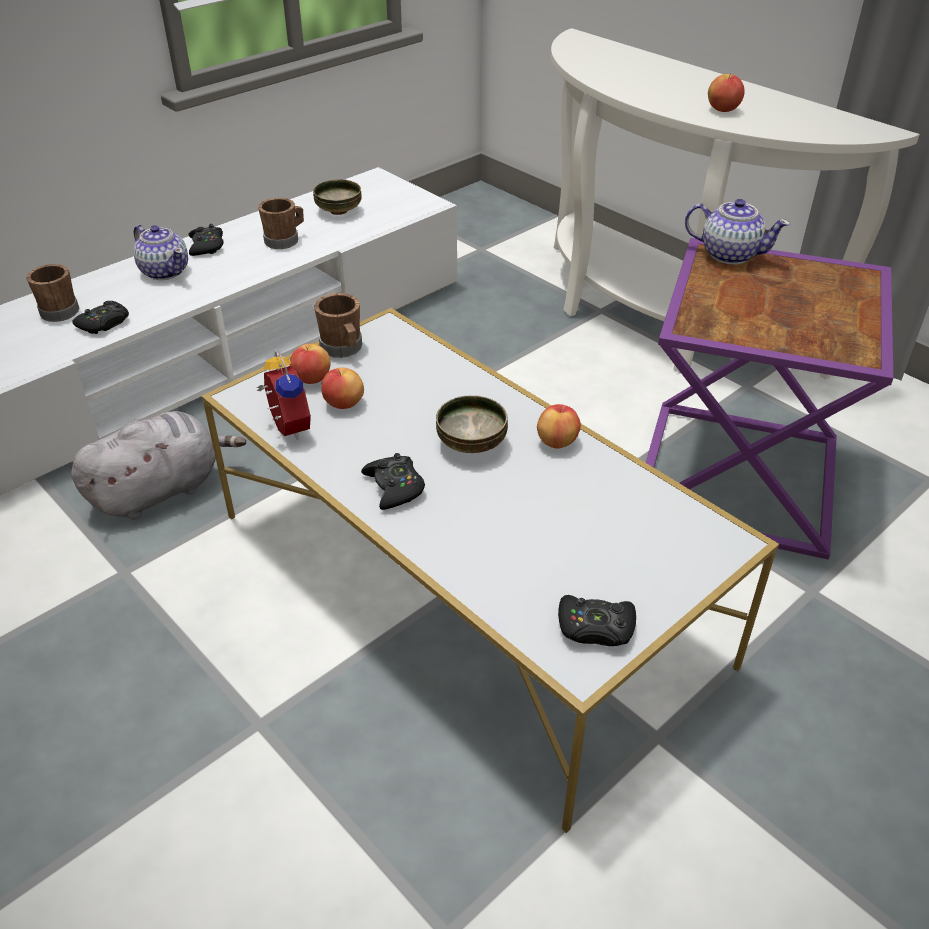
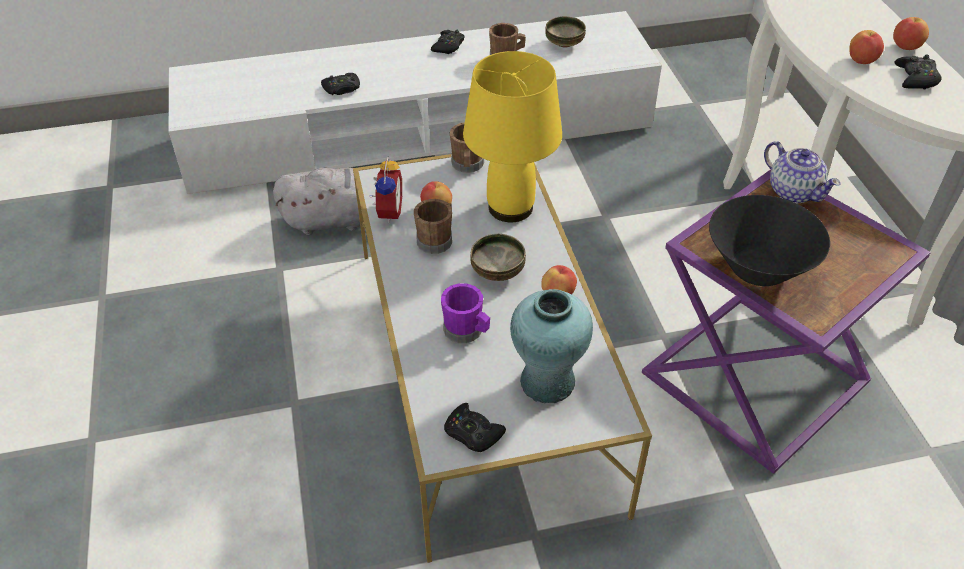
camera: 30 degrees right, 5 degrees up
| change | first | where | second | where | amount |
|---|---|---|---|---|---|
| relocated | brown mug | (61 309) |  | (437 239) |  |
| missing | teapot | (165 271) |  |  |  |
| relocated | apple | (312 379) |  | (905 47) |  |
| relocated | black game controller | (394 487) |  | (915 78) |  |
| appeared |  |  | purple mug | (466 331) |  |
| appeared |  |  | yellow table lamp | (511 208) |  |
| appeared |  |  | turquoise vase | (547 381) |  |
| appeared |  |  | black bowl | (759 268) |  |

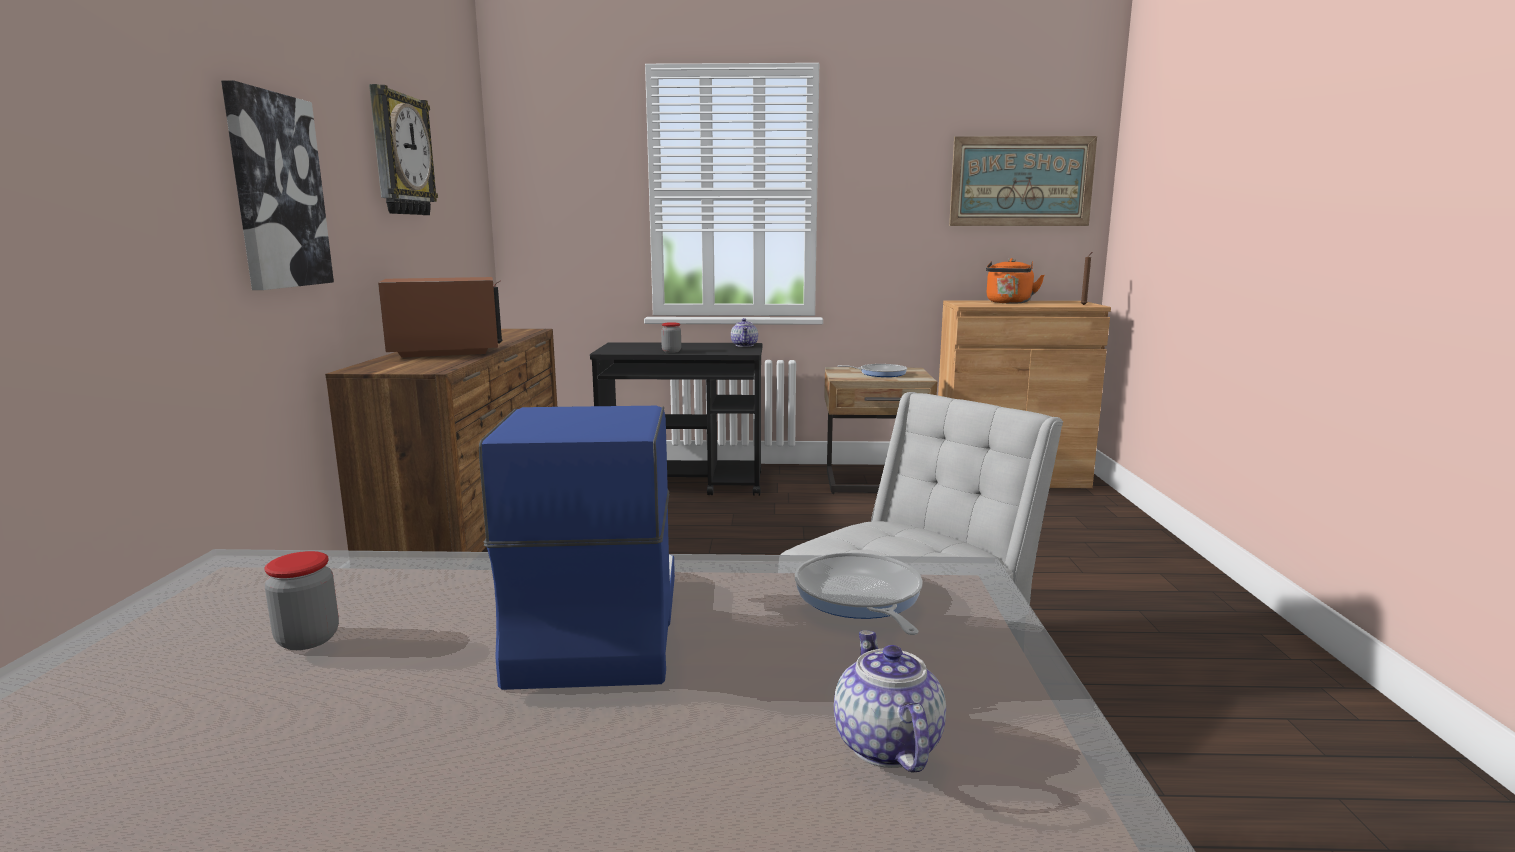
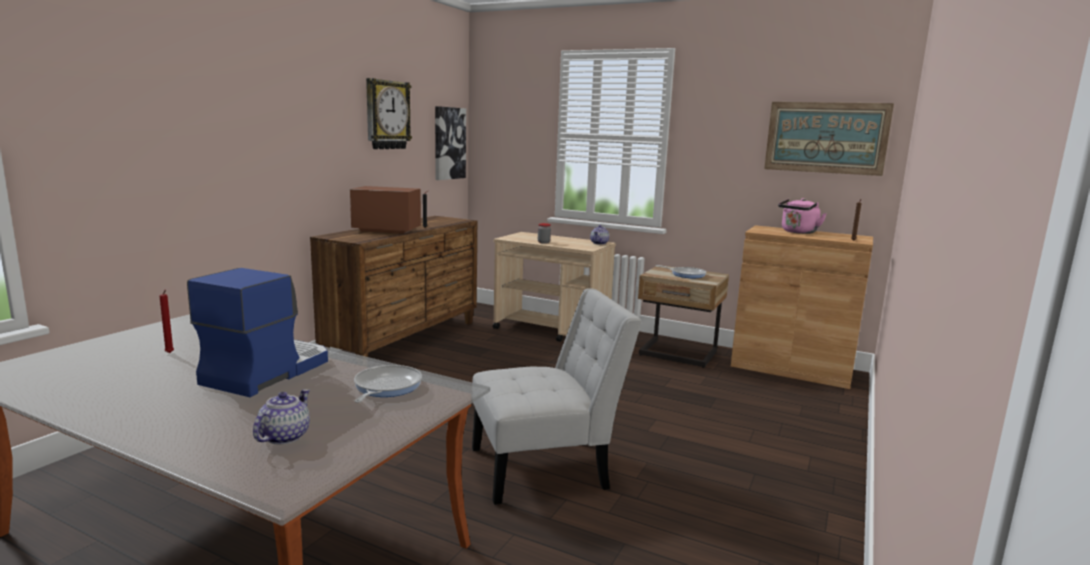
camera: 25 degrees right, 0 degrees up
| change | first | where | second | where | amount |
|---|---|---|---|---|---|
| relocated | picture | (277 191) |  | (449 143) |  |
| exchanged | jar | (308 639) | red candle | (170 353) |  |
| colour | black cart | (684 483) | beige cart | (552 331) |  |
| colour | orange kettle | (1009 302) | pink kettle | (798 232) |  |

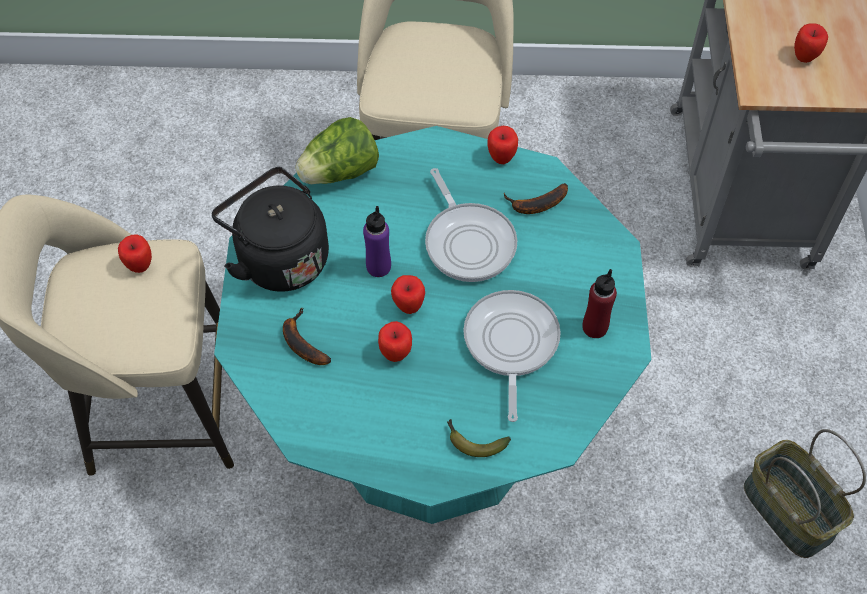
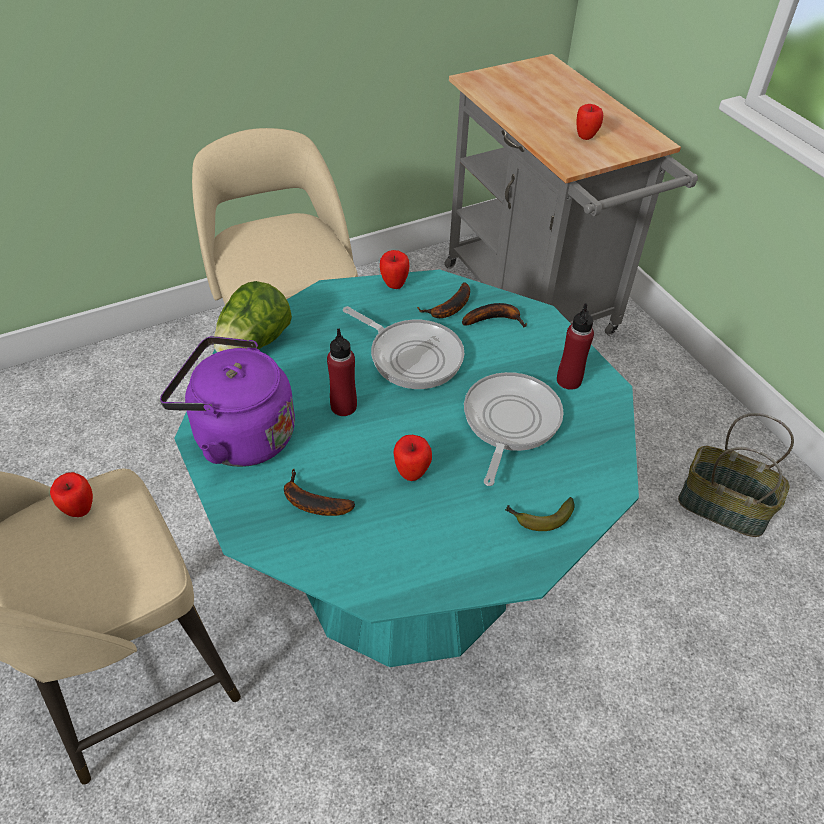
camera: 30 degrees left, 10 degrees down
| change | first | where | second | where | amount |
|---|---|---|---|---|---|
| colour | black kettle | (279 257) | purple kettle | (238 435) |  |
| colour | purple bottle | (378 267) | red bottle | (343 406) |  |
| missing | apple | (408 307) |  |  |  |
| spun | frying pan | (510 344) |  | (509 422) | 45 degrees clockwise |
| appeared |  |  | banana | (494 319) |  |

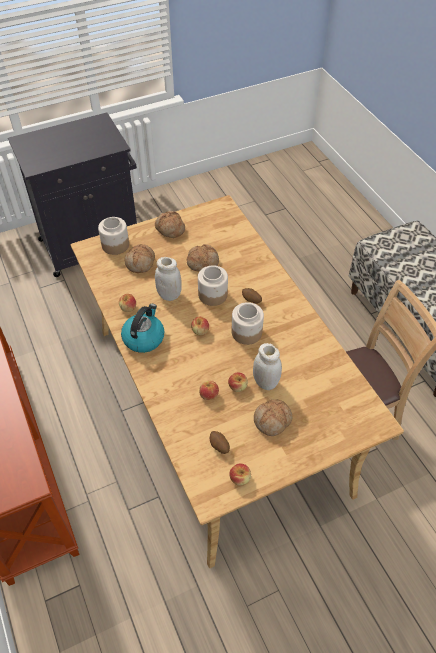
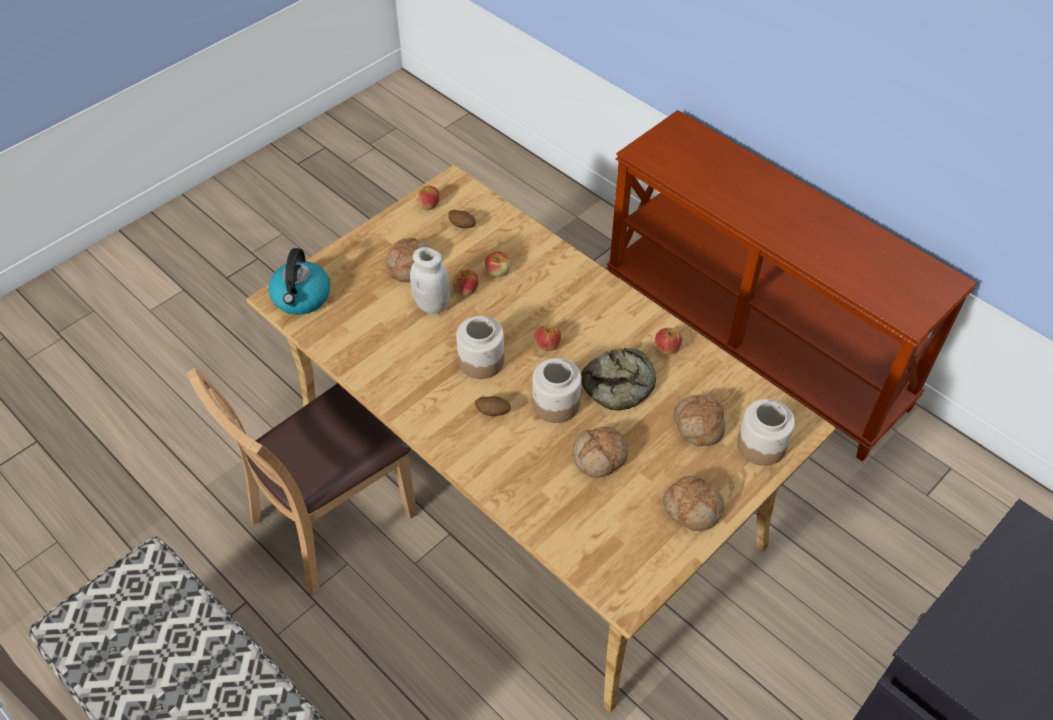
camera: 160 degrees right, 0 degrees up
| change | first | where | second | where | amount |
|---|---|---|---|---|---|
| relocated | kettle | (144 338) |  | (302 298) |  |
| exchanged | white jar | (169 295) | bread | (620 384) |  |

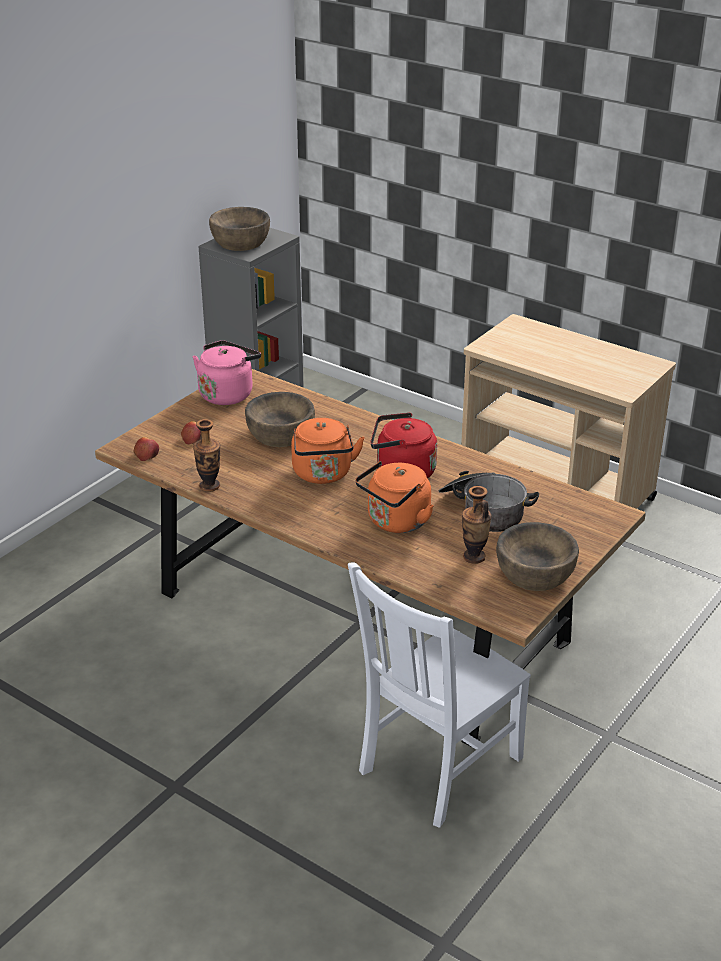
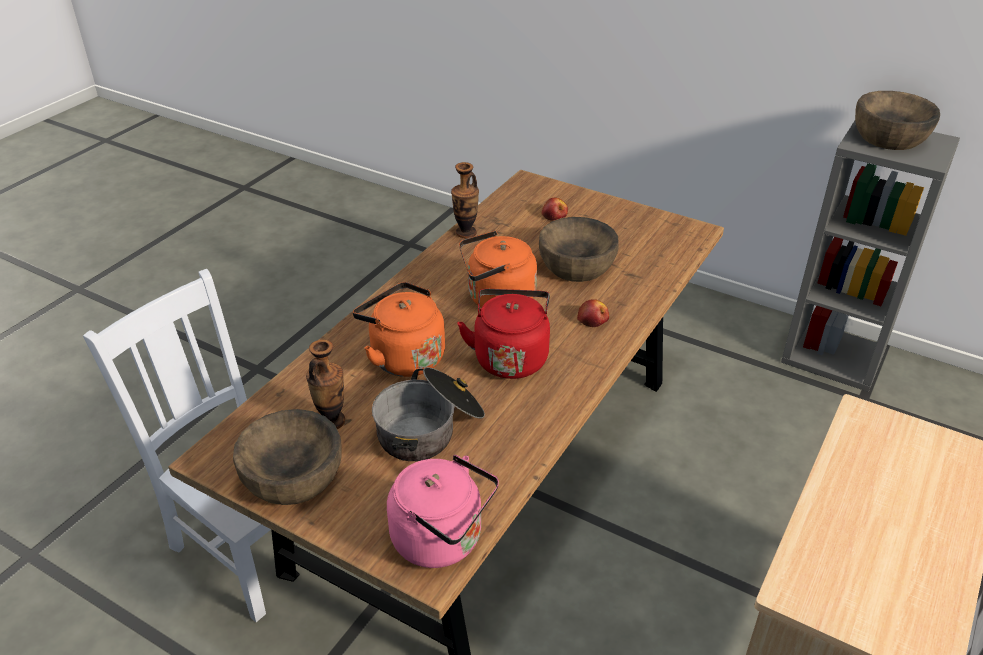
camera: 85 degrees right, 5 degrees up
| change | first | where | second | where | amount |
|---|---|---|---|---|---|
| relocated | apple | (146 454) |  | (593 319) |  |
| relocated | pink kettle | (228 394) |  | (443 540) |  |

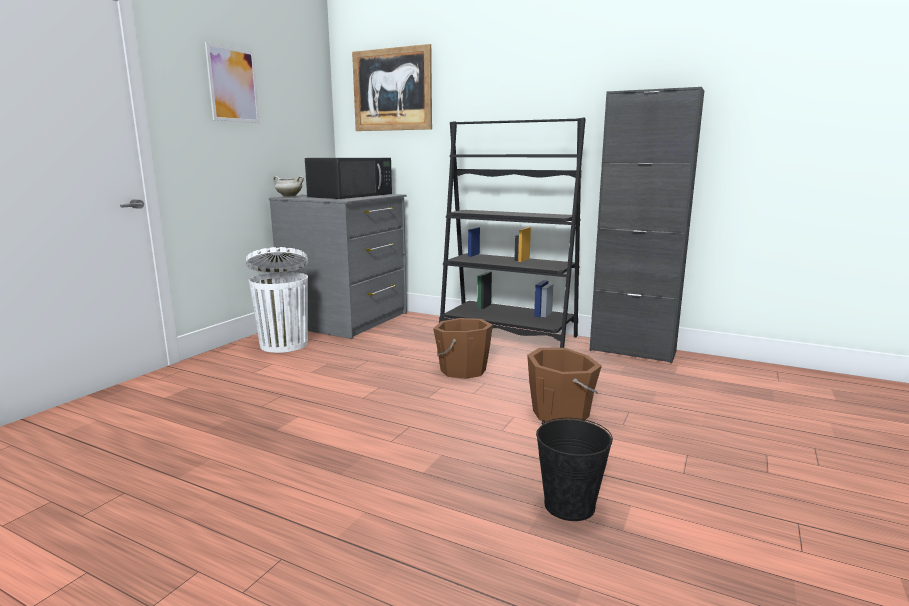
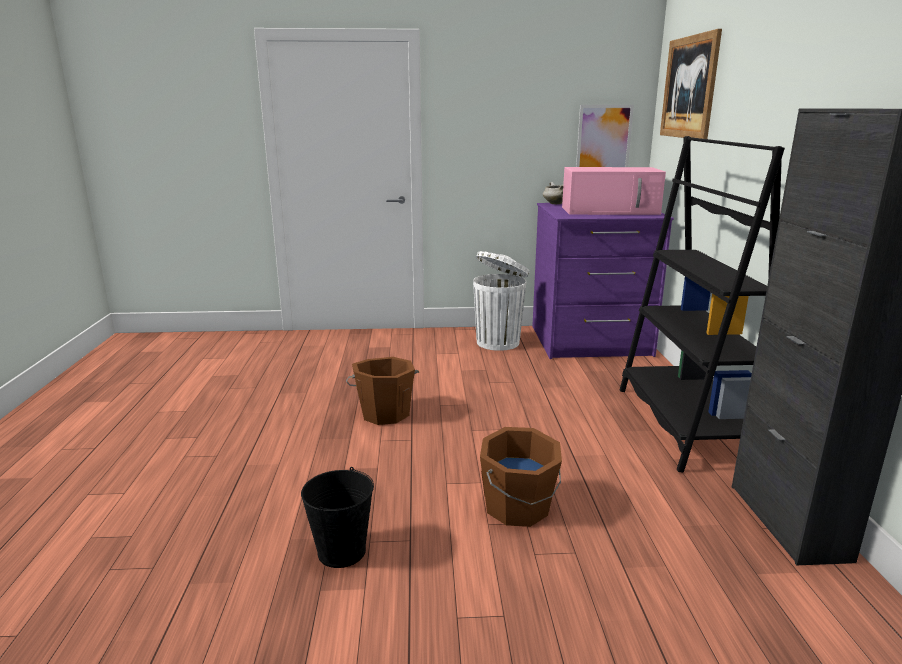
camera: 60 degrees right, 5 degrees up
| change | first | where | second | where | amount |
|---|---|---|---|---|---|
| relocated | picture | (233 85) |  | (604 138) |  |
| colour | grey dresser | (347 320) | purple dresser | (590 341) |  |
| colour | black microwave | (352 195) | pink microwave | (611 210) |  |
| relocated | brown bucket | (462 370) |  | (385 412) |  |

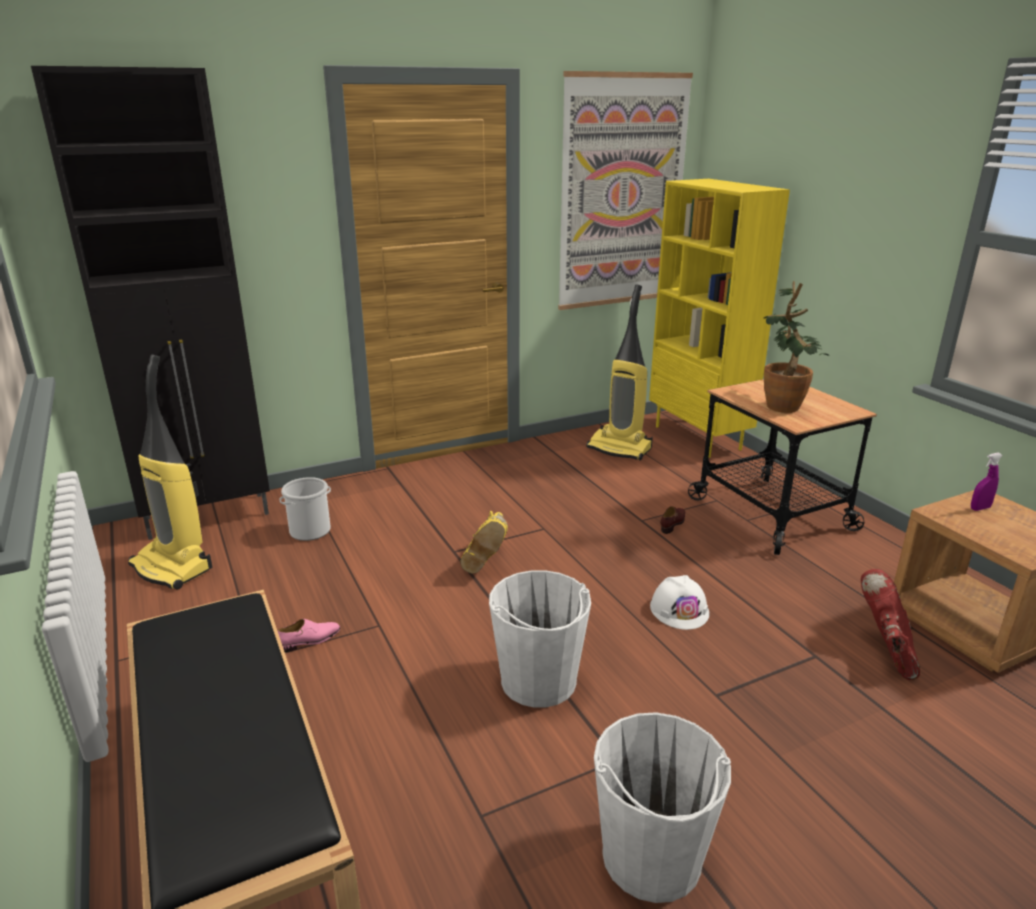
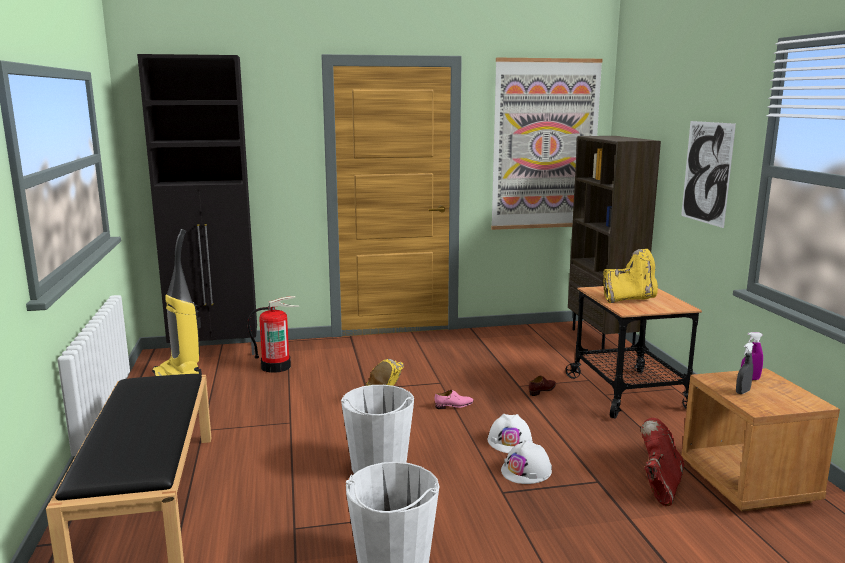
camera: 15 degrees right, 10 degrees down
| change | first | where | second | where | amount |
|---|---|---|---|---|---|
| relocated | pink shoe | (310 640) |  | (454 405) |  |
| exchanged | bucket | (310 530) | fire extinguisher | (276 366) |  |
| missing | vacuum cleaner | (620 448) |  |  |  |
| colour | yellow bookcase | (699 438) | brown bookcase | (603 339) |  |
| exchanged | potted plant | (784 404) | yellow boot | (629 299) |  |
| appeared |  |  | white hard hat | (526 471) |  |
| appeared |  |  | picture | (706 172) |  |
| appeared |  |  | grey spray bottle | (742 392) |  |

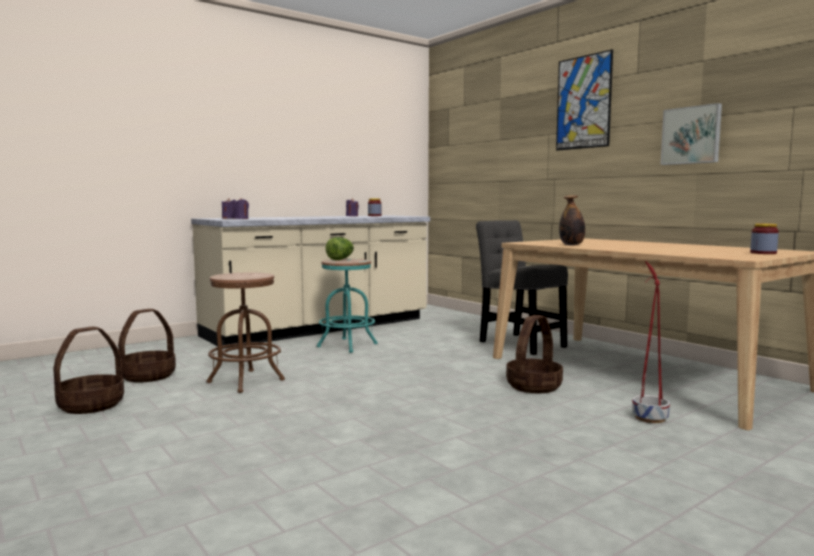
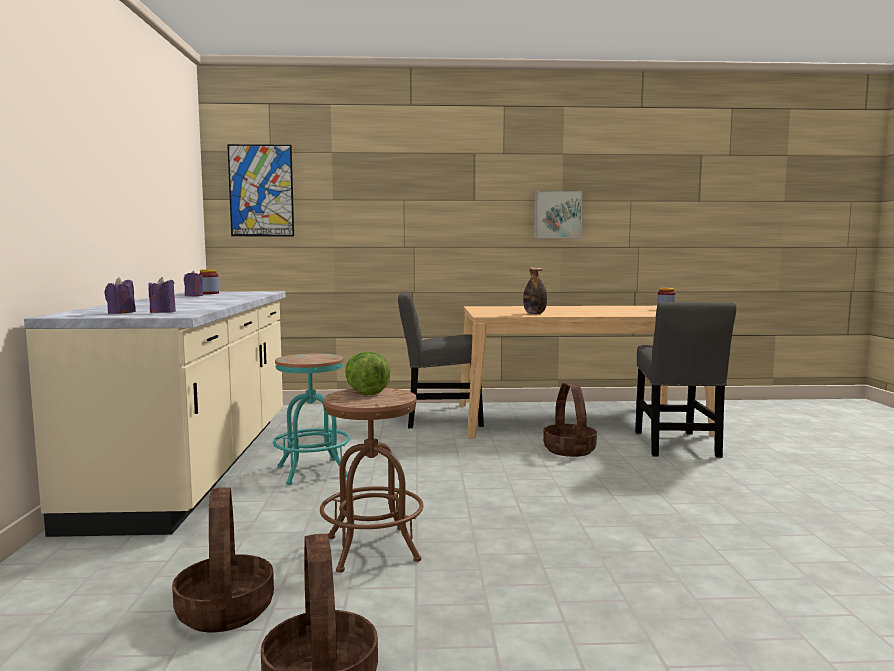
camera: 55 degrees left, 0 degrees up
| change | first | where | second | where | amount |
|---|---|---|---|---|---|
| relocated | lettuce | (341 259) |  | (364 392) |  |
| relocated | picture | (583 102) |  | (261 191) |  |
| exchanged | red planter | (649 418) | grey chair | (676 446) |  |

